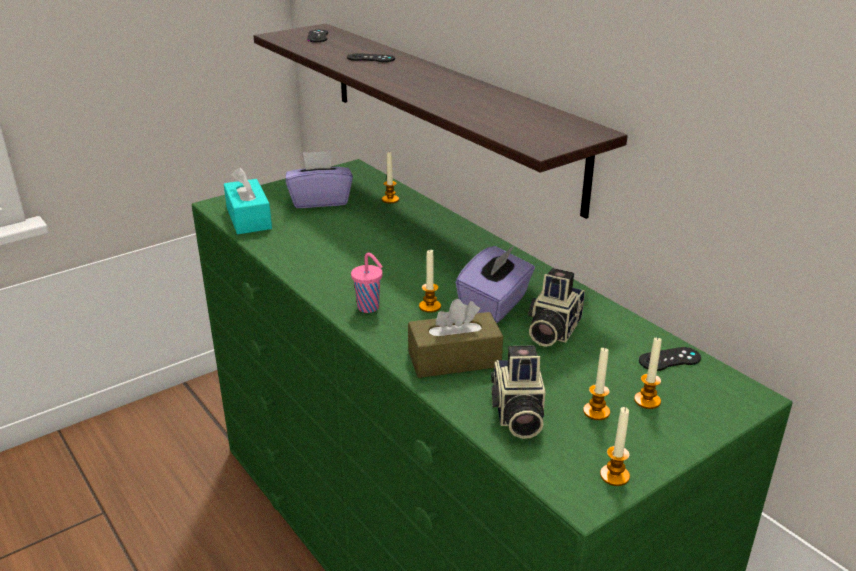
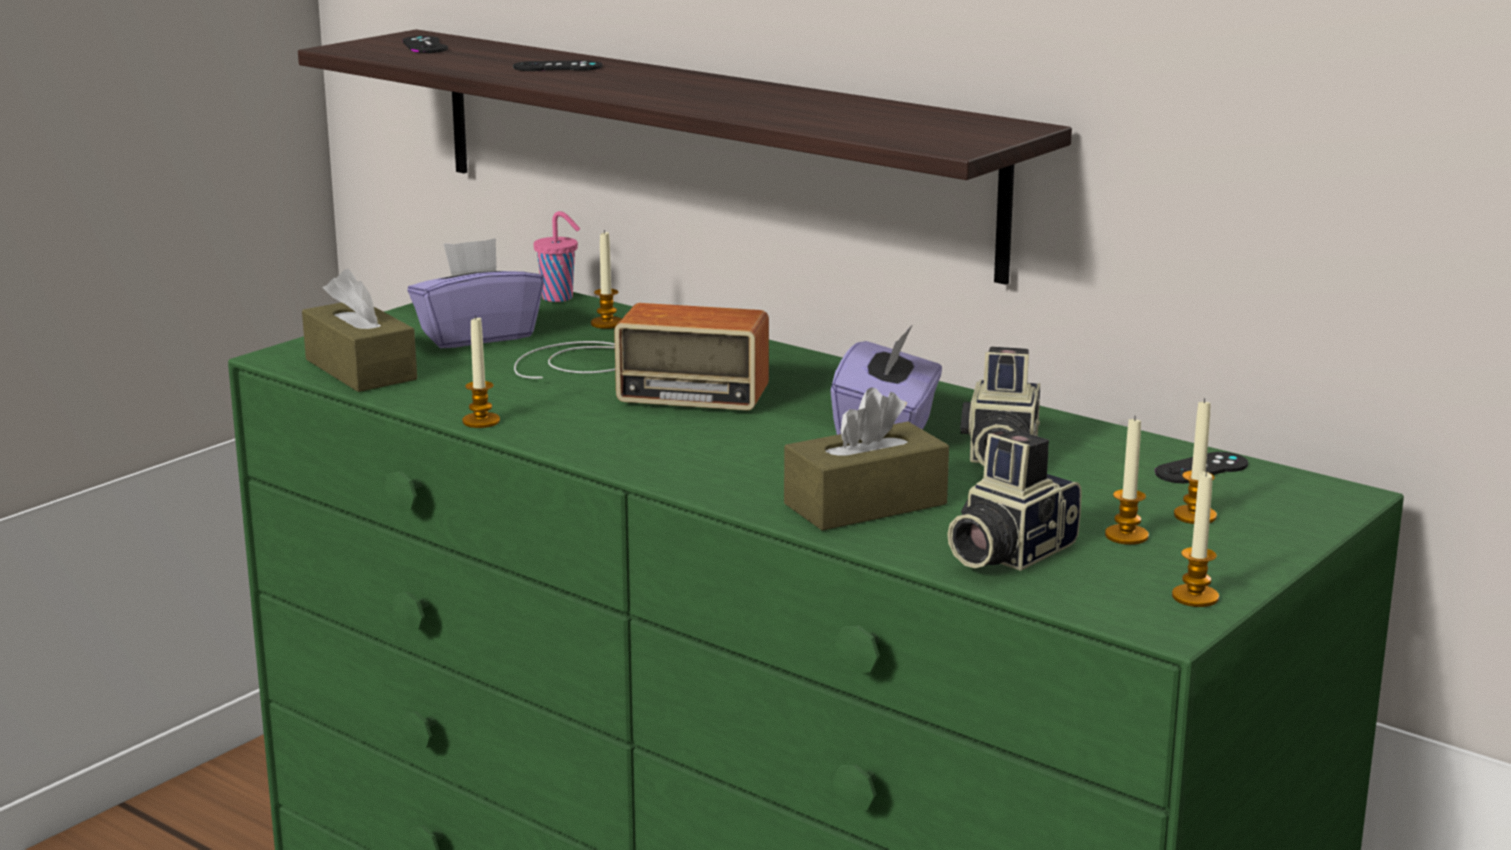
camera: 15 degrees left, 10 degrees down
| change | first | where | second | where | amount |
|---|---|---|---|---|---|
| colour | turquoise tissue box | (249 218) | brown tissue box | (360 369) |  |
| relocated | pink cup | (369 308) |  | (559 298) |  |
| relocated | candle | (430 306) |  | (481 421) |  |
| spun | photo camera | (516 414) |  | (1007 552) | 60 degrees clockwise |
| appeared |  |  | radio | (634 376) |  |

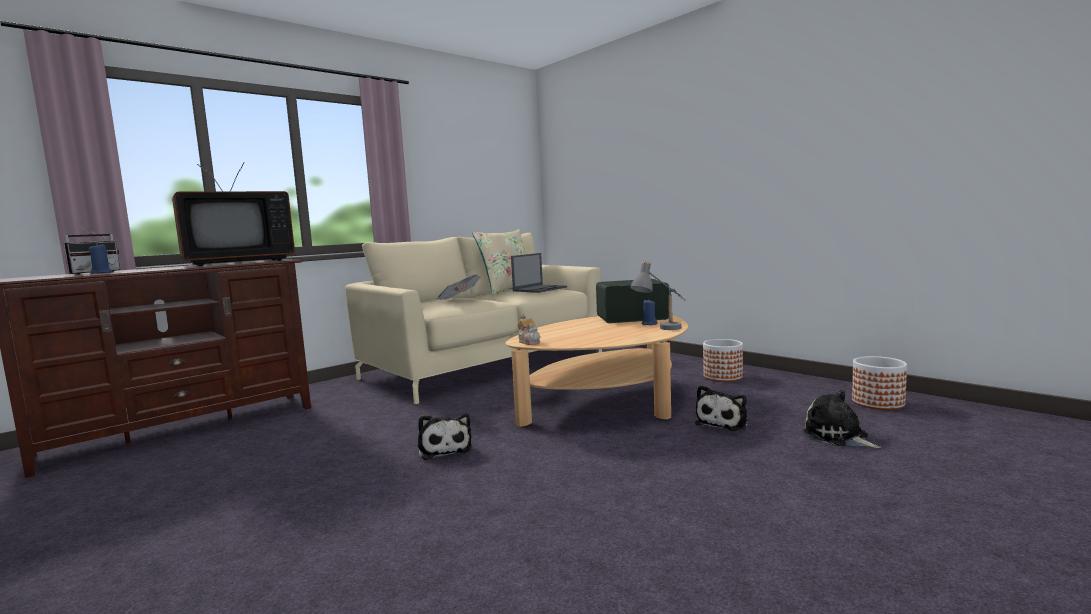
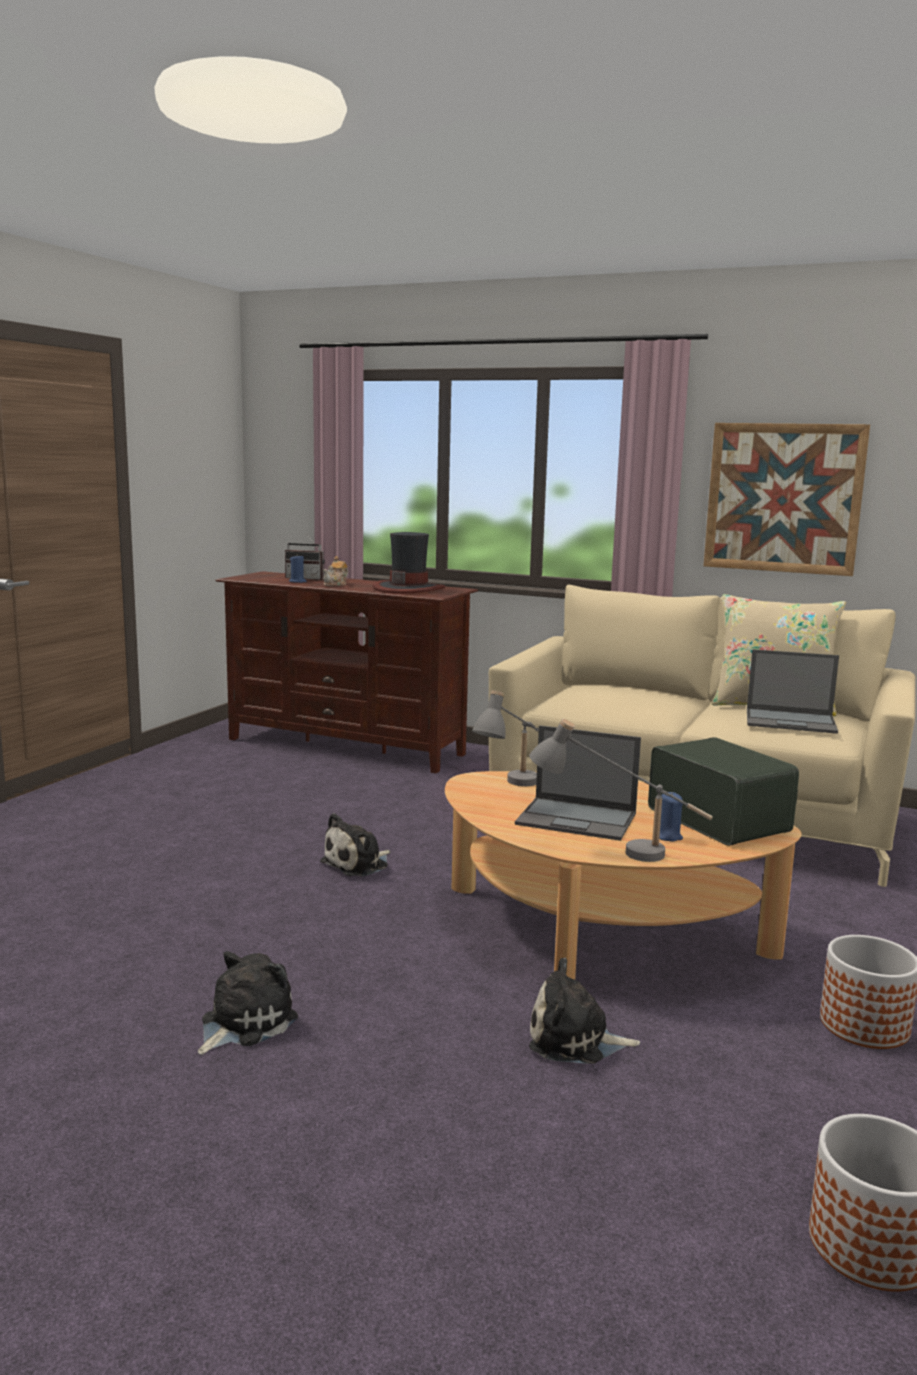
camera: 65 degrees right, 5 degrees up
| change | first | where | second | where | amount |
|---|---|---|---|---|---|
| exchanged | television | (237 262) | hat | (408 589) |  |
| missing | newspaper | (459 300) |  |  |  |
| relocated | teapot | (529 342) |  | (336 584) |  |
| relocated | plush toy | (838 437) |  | (244 1022) |  |
| appeared |  |  | grey table lamp | (513 788) |  |
| appeared |  |  | laptop | (578 819) |  |
| appeared |  |  | picture | (783 498) |  |

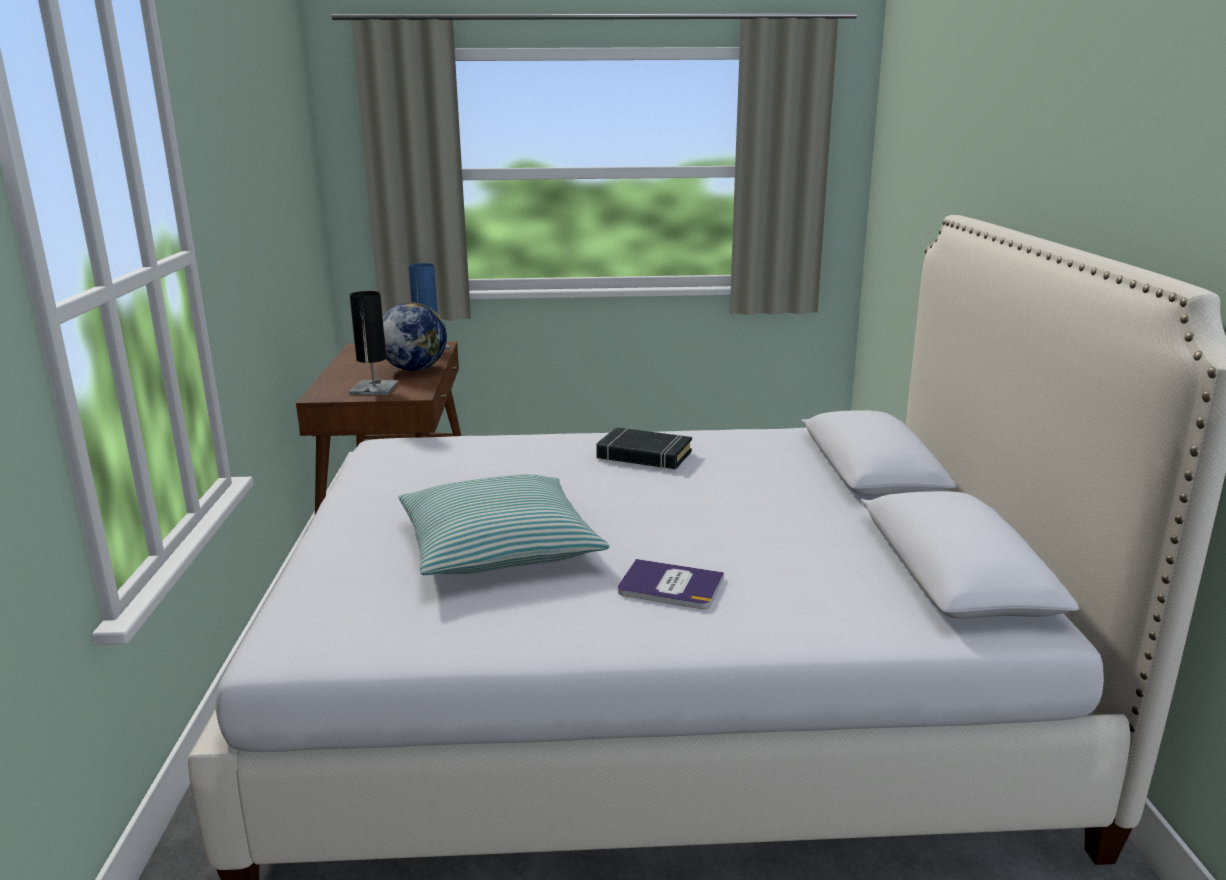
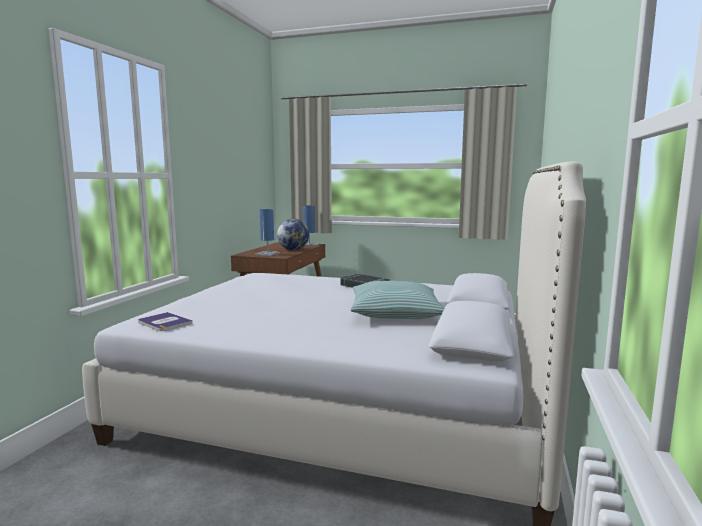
camera: 20 degrees right, 10 degrees down
| change | first | where | second | where | amount |
|---|---|---|---|---|---|
| colour | black table lamp | (374 389) | blue table lamp | (267 254) |  |
| relocated | pillow | (498 546) |  | (395 312) |  |
| relocated | book | (670 586) |  | (164 322) |  |

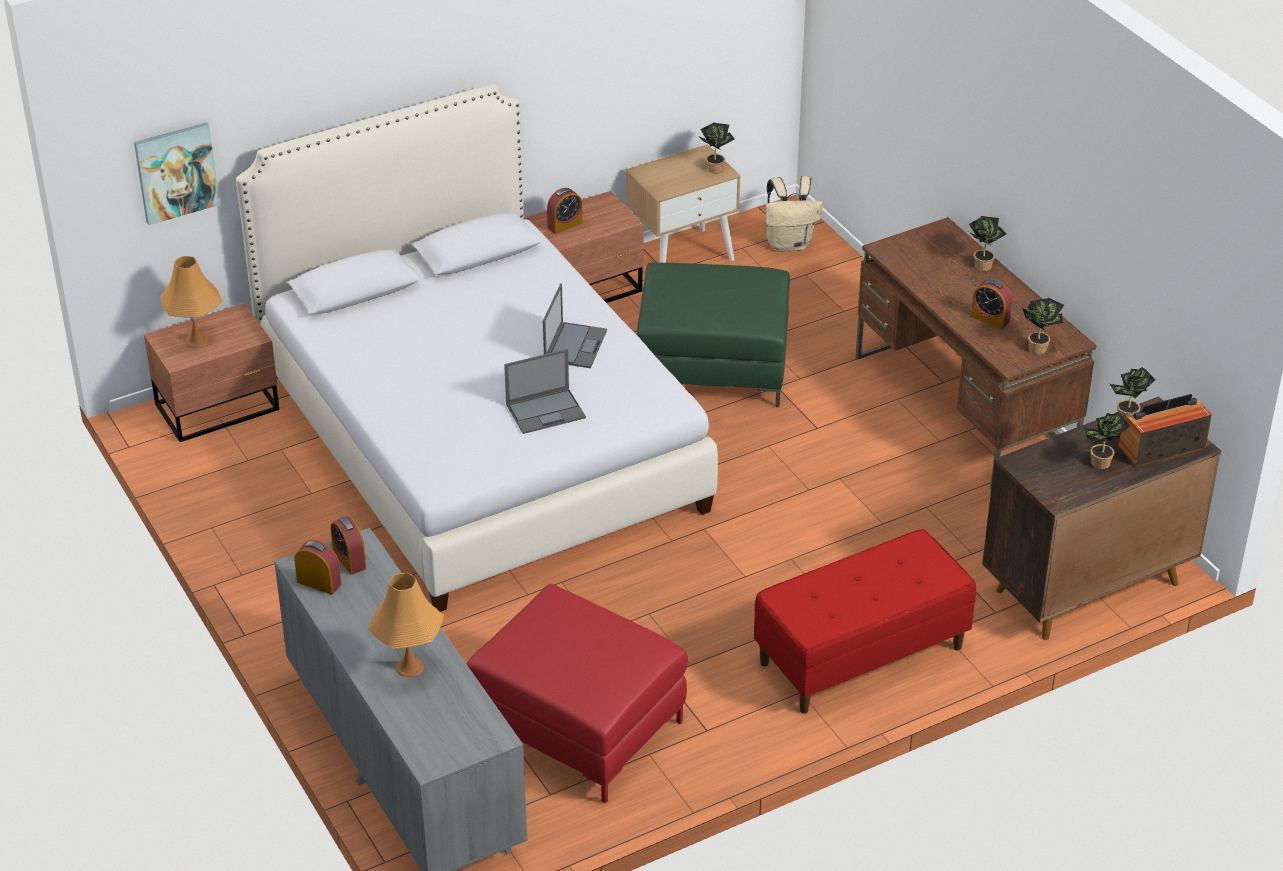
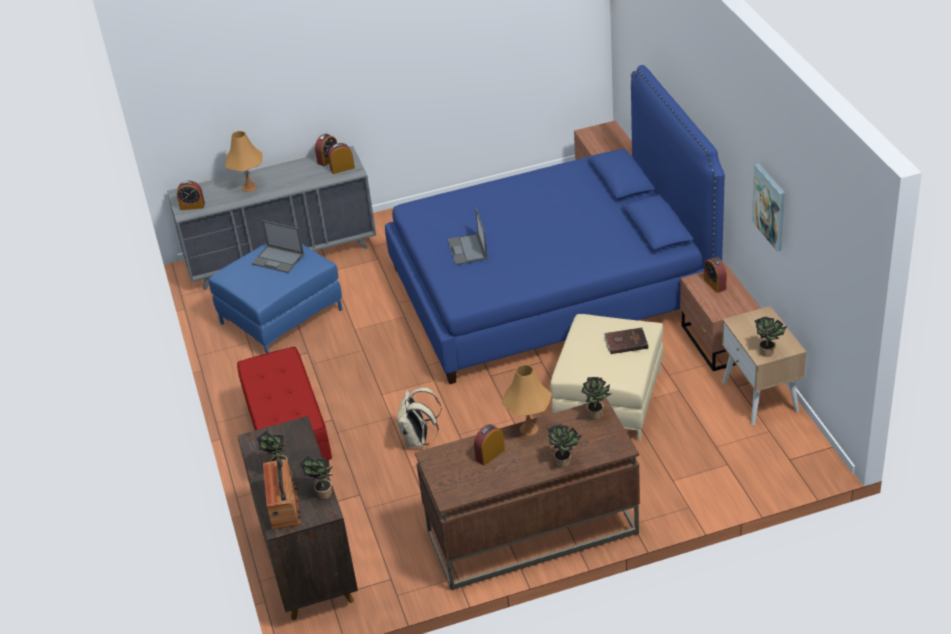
camera: 105 degrees right, 0 degrees up
| change | first | where | second | where | amount |
|---|---|---|---|---|---|
| relocated | picture | (176 172) |  | (770 206) |  |
| relocated | orange table lamp | (197 341) |  | (528 429) |  |
| colour | white bed | (479 440) | blue bed | (551 288) |  |
| colour | red ottoman | (577 727) | blue ottoman | (281 316) |  |
| relocated | laptop | (575 345) |  | (278 259) |  |
| colour | green ottoman | (712 368) | beige ottoman | (608 400) |  |
| relocated | beige backpack | (789 244) |  | (419 440) |  |
| relocated | potted plant | (1038 347) |  | (597 415) |  |
| appeared |  |  | alarm clock | (192 206) |  |
| appeared |  |  | brown book | (625 342) |  |

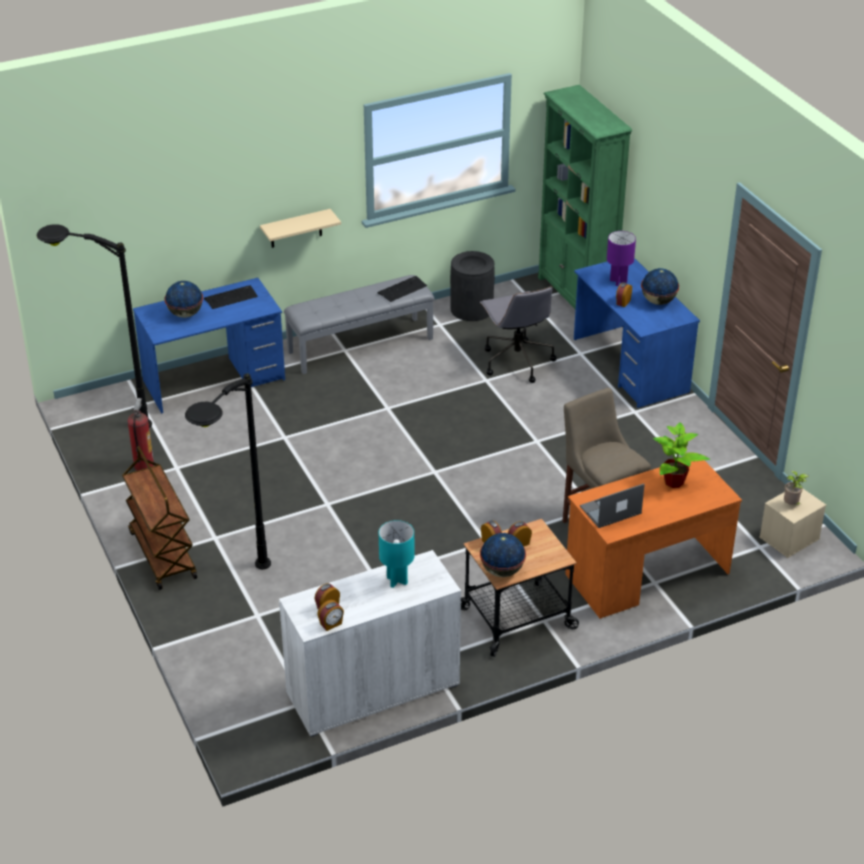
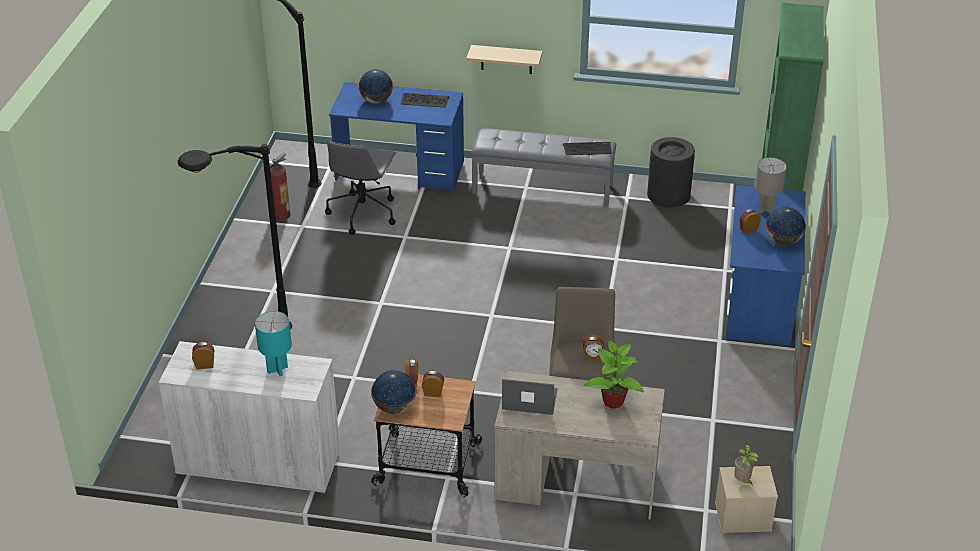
camera: 35 degrees right, 0 degrees up
| change | first | where | second | where | amount |
|---|---|---|---|---|---|
| missing | brown cart | (162 554) |  |  |  |
| relocated | alarm clock | (331 624) |  | (592 356) |  |
| relocated | grey office chair | (516 361) |  | (363 212) |  |
| colour | orange desk | (646 574) | beige desk | (576 483) |  |
| colour | purple table lamp | (618 281) | grey table lamp | (766 209) |  |

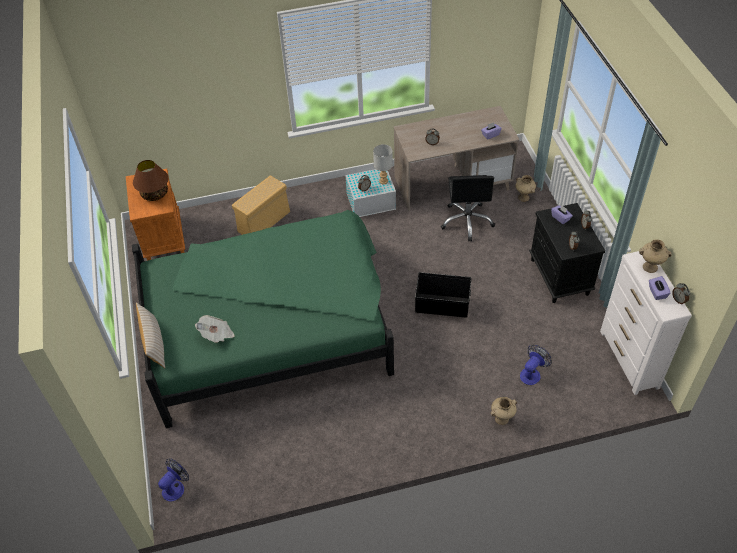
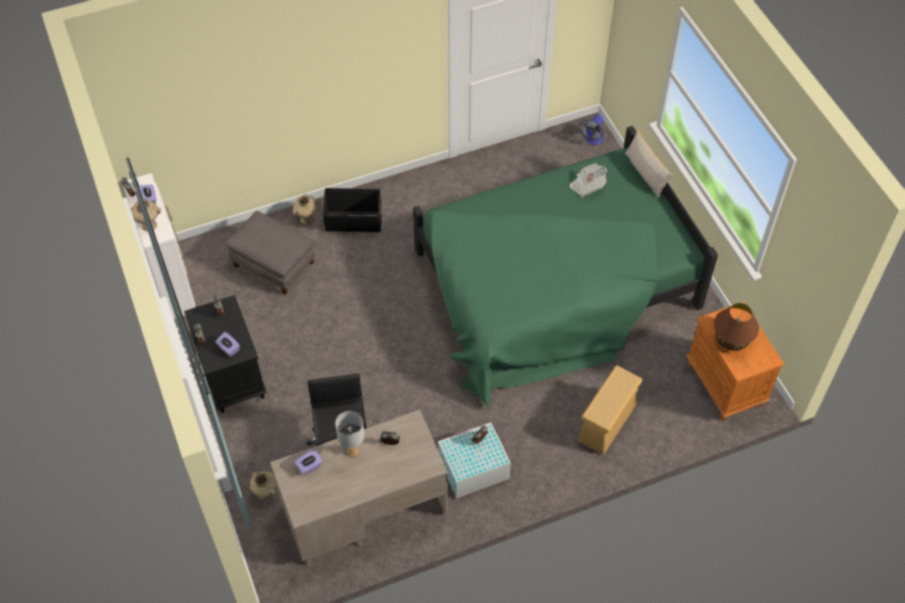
camera: 170 degrees right, 5 degrees up
| change | first | where | second | where | amount |
|---|---|---|---|---|---|
| relocated | grey table lamp | (383 181) |  | (352 451) |  |
| relocated | black storage box | (442 305) |  | (353 221) |  |
| exchanged | fan | (532 373) | grey ottoman | (274 264) |  |

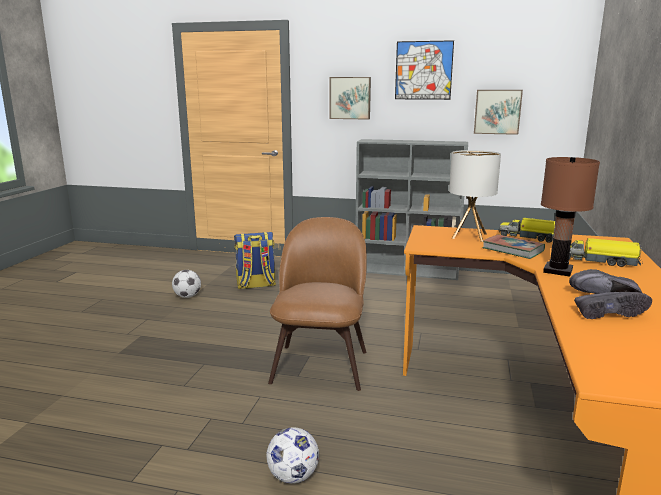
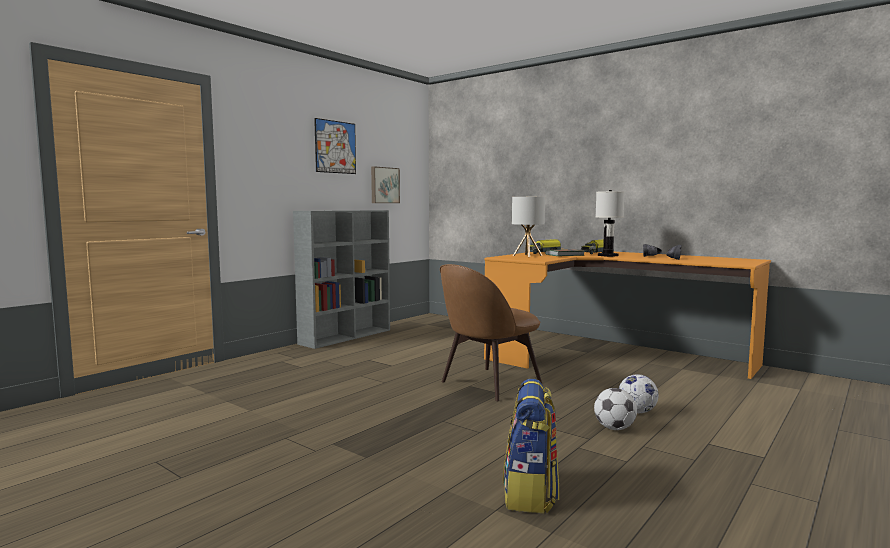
camera: 65 degrees left, 10 degrees down
| change | first | where | second | where | amount |
|---|---|---|---|---|---|
| relocated | football | (187 296) |  | (614 428) |  |
| relocated | backpack | (255 285) |  | (530 494) |  |
| spun | brown chair | (321 364) |  | (488 384) | 75 degrees counterclockwise |
| missing | picture | (350 98) |  |  |  |
| colour | brown table lamp | (557 270) | white table lamp | (607 255) |  |

